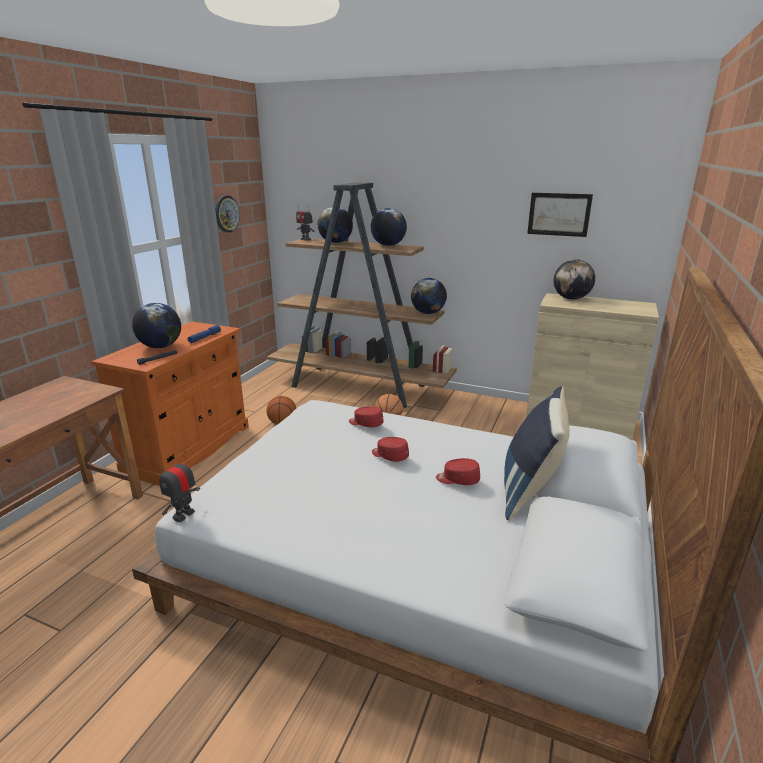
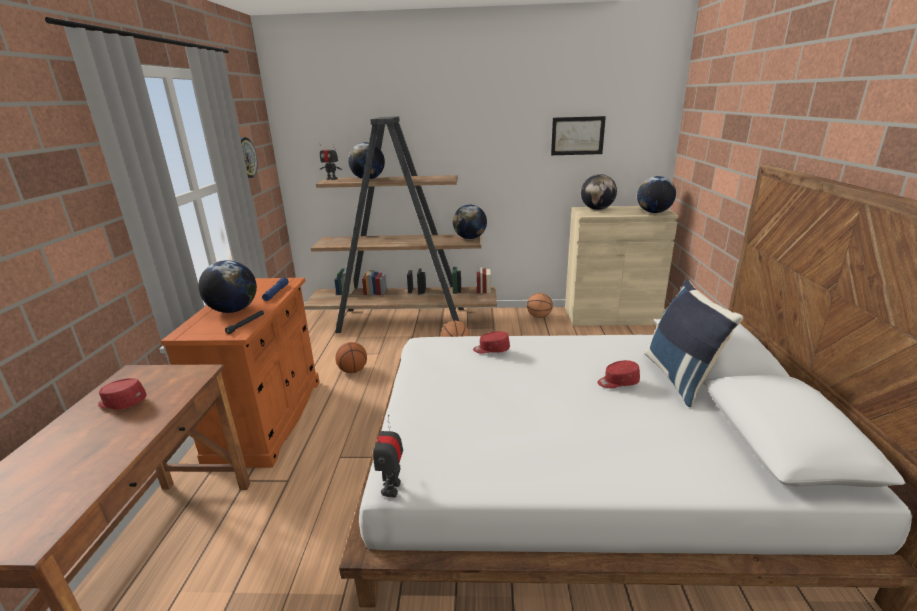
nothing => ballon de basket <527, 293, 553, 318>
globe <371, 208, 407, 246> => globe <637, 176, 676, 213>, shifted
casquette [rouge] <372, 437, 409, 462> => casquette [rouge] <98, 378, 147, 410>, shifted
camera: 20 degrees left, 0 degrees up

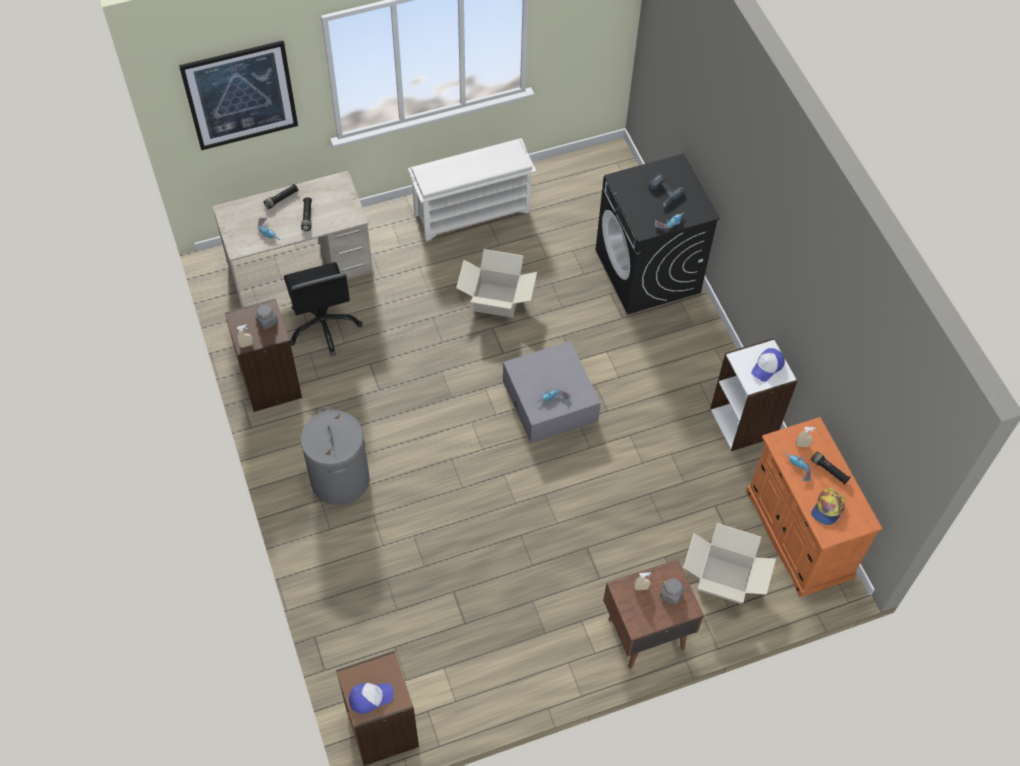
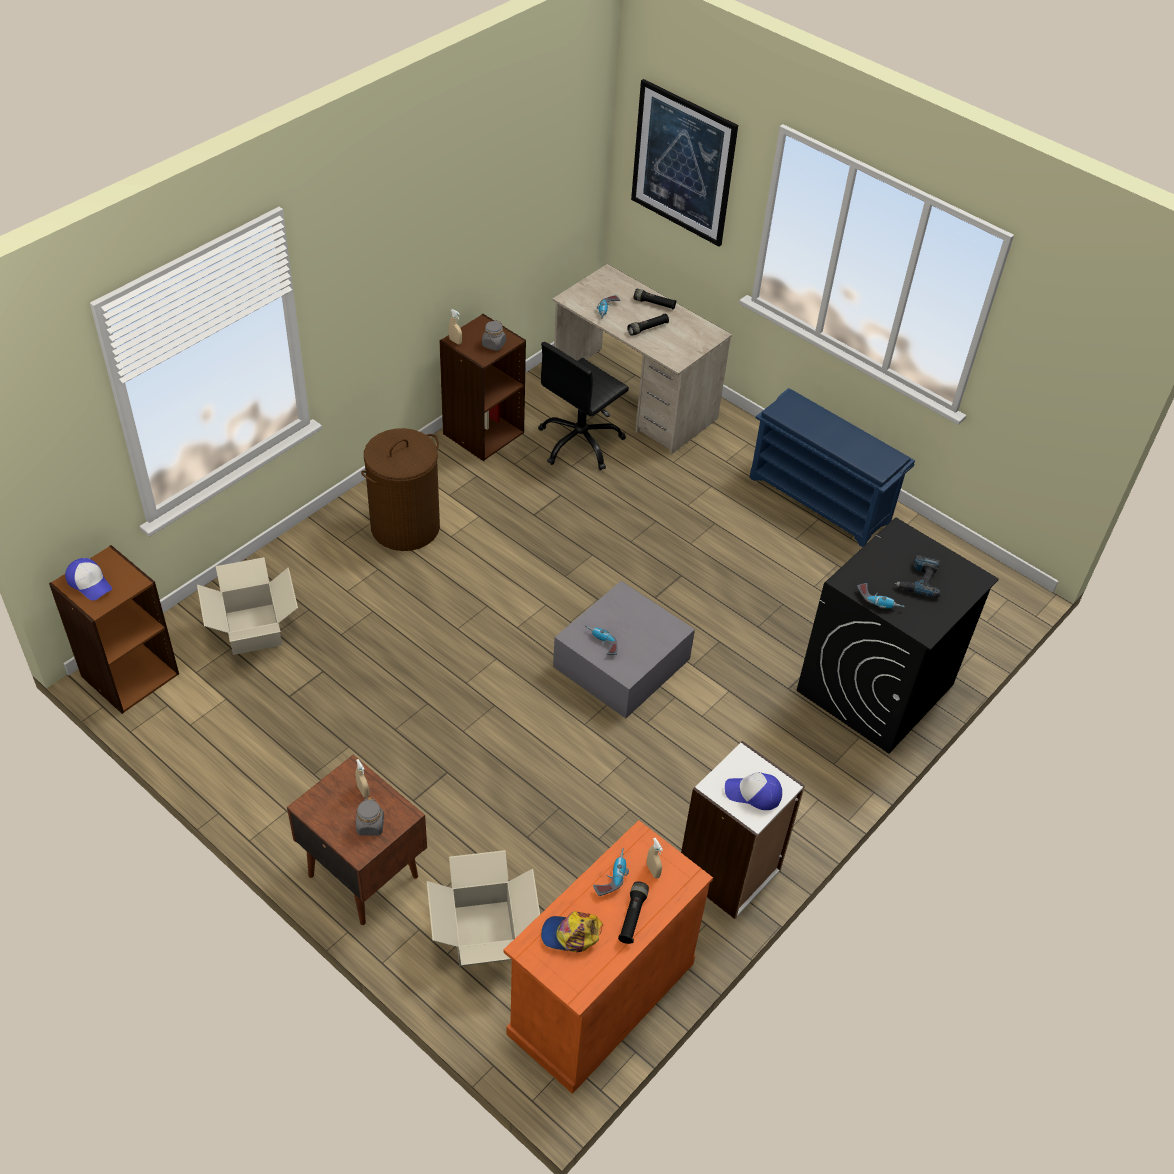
carton <456, 249, 537, 318> => carton <197, 557, 298, 655>, shifted
panier à linge [gris] <300, 406, 370, 505> => panier à linge [marron] <361, 428, 440, 551>
étagère à chaussures [blanc] <408, 138, 536, 241> => étagère à chaussures [bleu] <749, 388, 915, 547>
camera: 60 degrees right, 10 degrees down

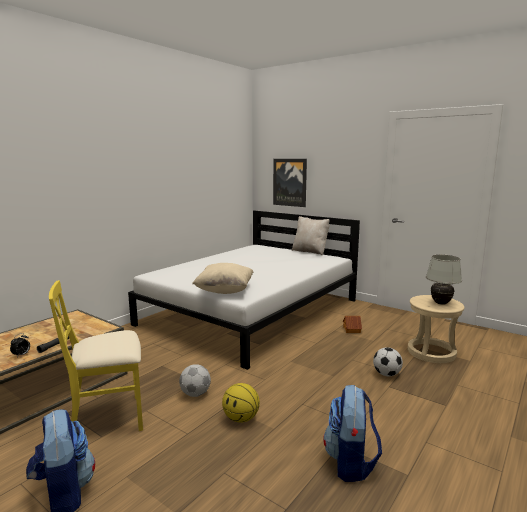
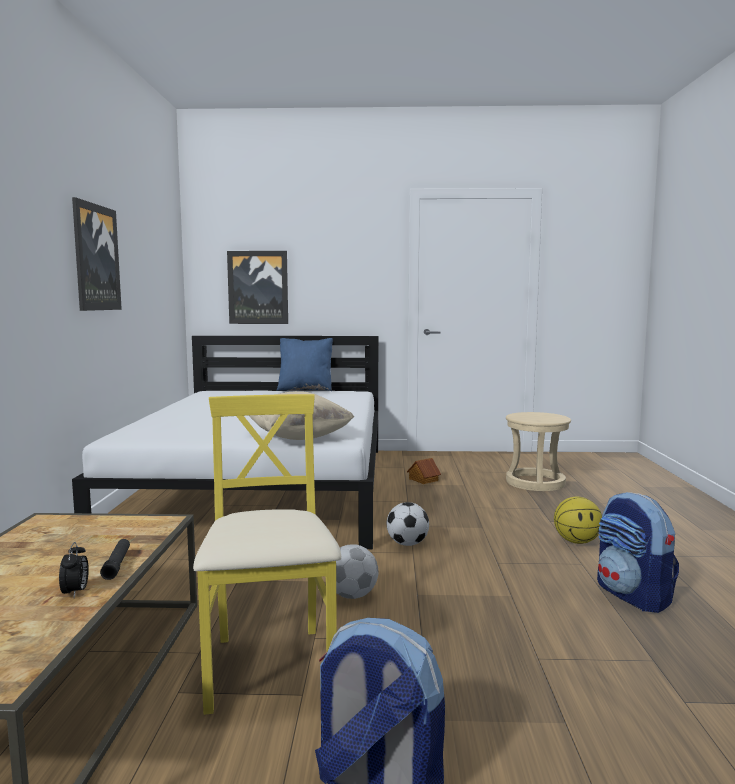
lampe de table [blanc] <426, 255, 462, 305> => nothing
nothing => tableau <72, 197, 122, 311>
ballon de basket <222, 383, 260, 423> => ballon de basket <554, 497, 602, 544>, shifted
ballon de foot <373, 347, 403, 376> => ballon de foot <387, 502, 429, 546>, shifted
coussin [beige] <292, 216, 330, 256> => coussin [bleu] <276, 338, 333, 391>
chaise [jaune] <49, 280, 143, 431> => chaise [jaune] <193, 394, 341, 715>, 135 degrees clockwise
camera: 35 degrees left, 5 degrees down

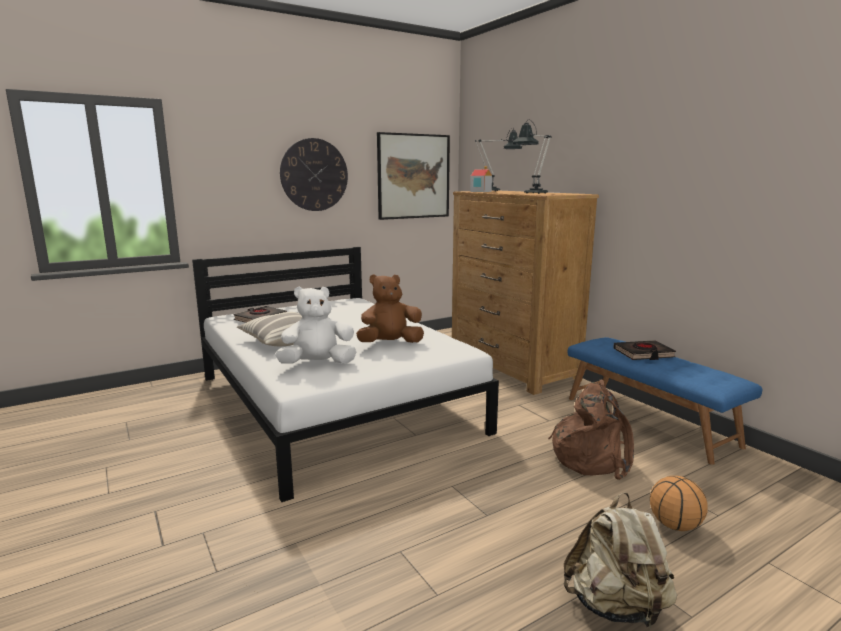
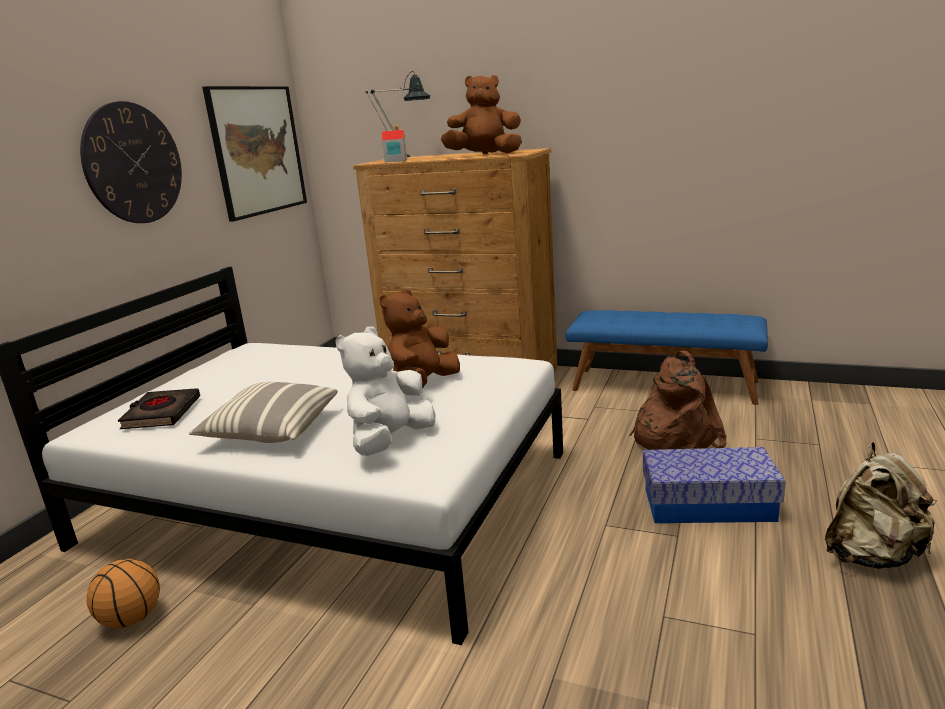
livre [noir] <613, 340, 676, 360> => nothing
nothing => boîte de rangement <643, 447, 786, 523>
ballon de basket <650, 476, 708, 531> => ballon de basket <86, 559, 160, 628>, shifted
lampe de table <513, 119, 551, 194> => peluche [marron] <441, 75, 522, 154>
camera: 35 degrees left, 5 degrees up

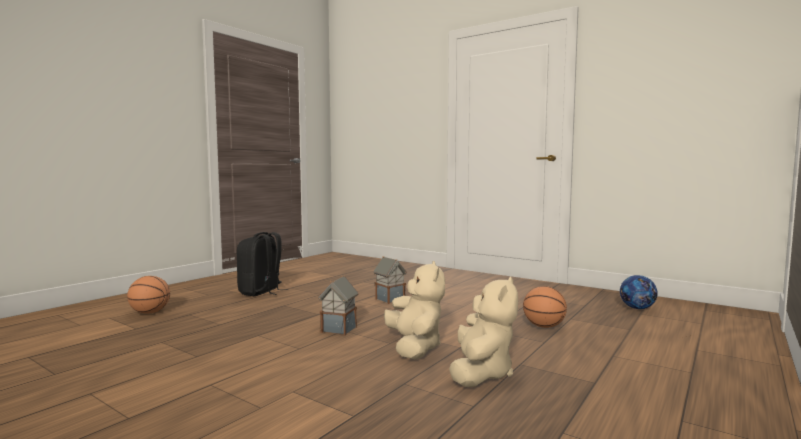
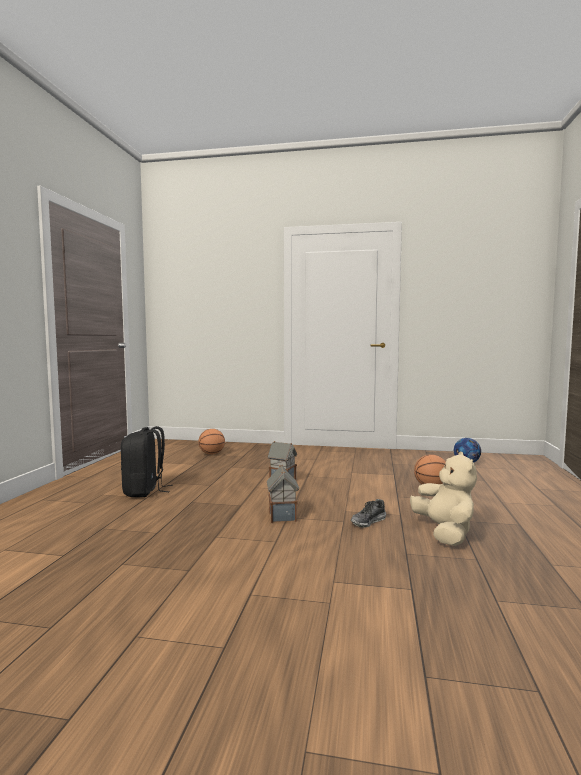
ballon de basket <127, 276, 170, 314> => ballon de basket <198, 429, 225, 455>, shifted
peluche [beige] <384, 261, 445, 359> => chaussure <351, 499, 386, 528>
camera: 25 degrees left, 0 degrees up

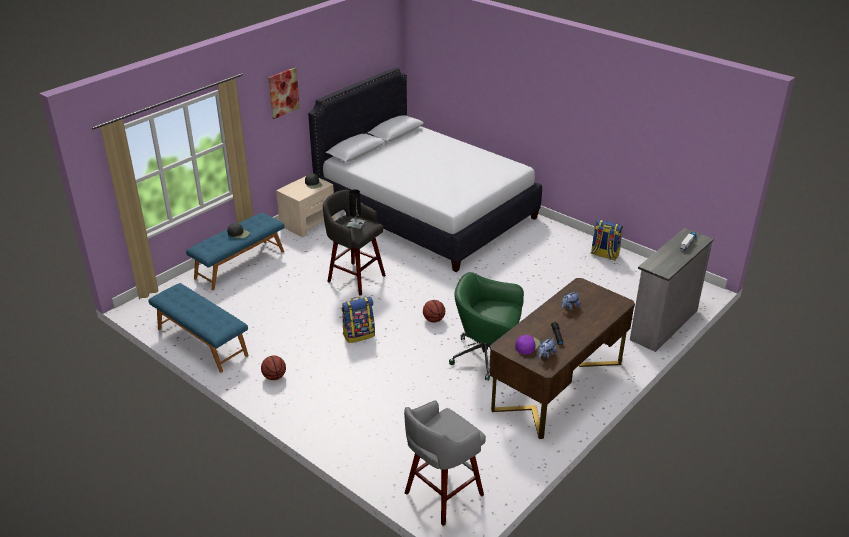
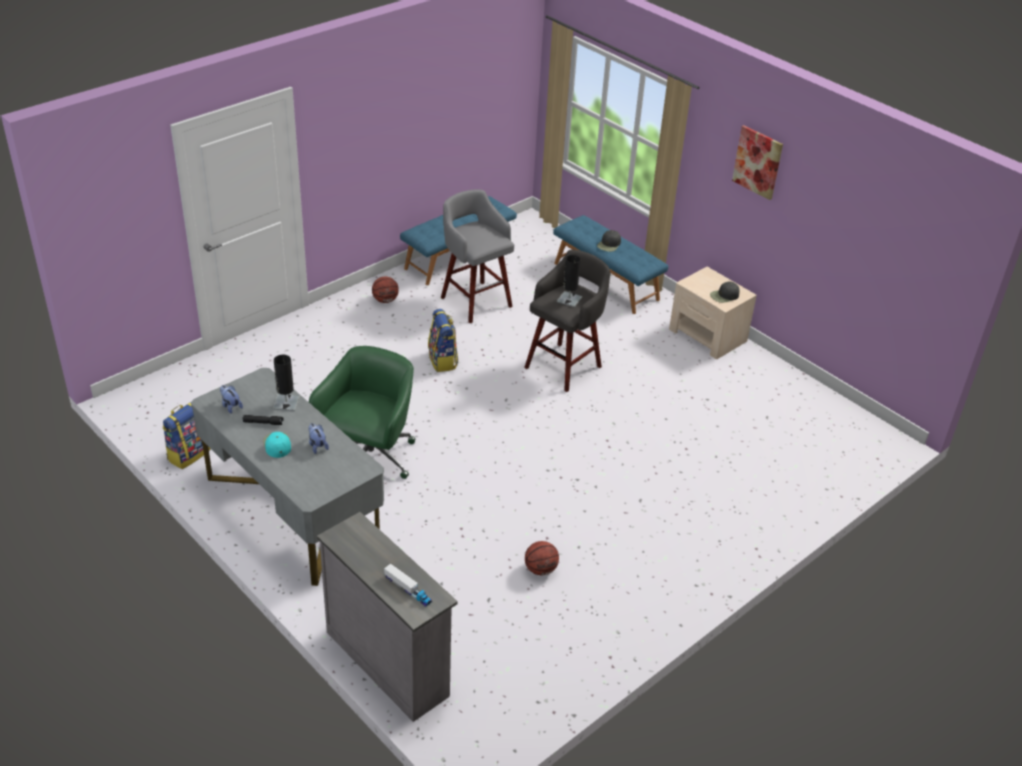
lit [blanc] <308, 67, 542, 272> => nothing
casquette [violet] <515, 335, 540, 354> => nothing
nothing => casquette [turquoise] <263, 432, 291, 458>
nothing => lampe de table [noir] <273, 355, 300, 411>
tabouret [gris] <404, 400, 486, 526> => tabouret [gris] <441, 189, 514, 323>, shifted
ballon de basket <423, 300, 445, 323> => ballon de basket <525, 541, 559, 575>, shifted
sac à dos <591, 219, 623, 260> => sac à dos <162, 402, 210, 469>, shifted
bureau [marron] <489, 278, 635, 439> => bureau [gris] <191, 368, 384, 586>
camera: 95 degrees right, 5 degrees up

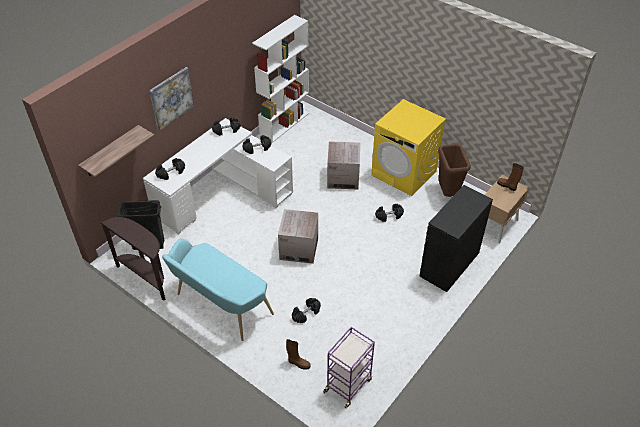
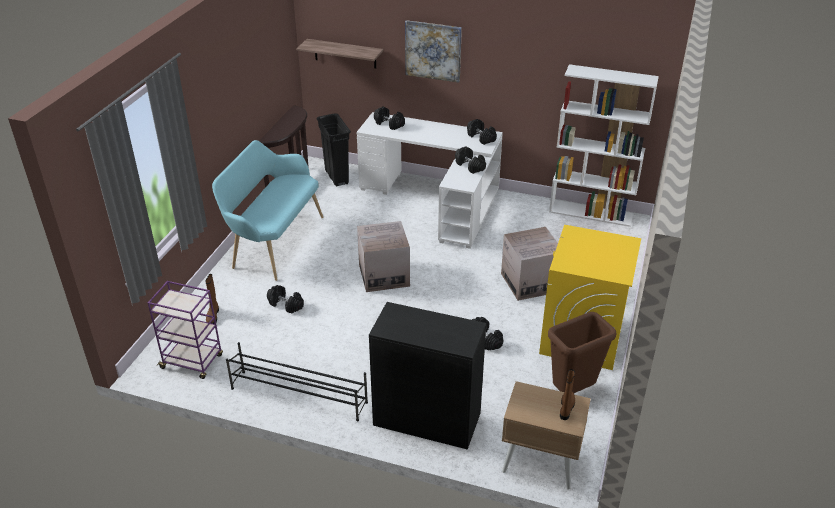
nothing => étagère à chaussures [noir] <226, 342, 368, 421>
camera: 70 degrees right, 10 degrees down

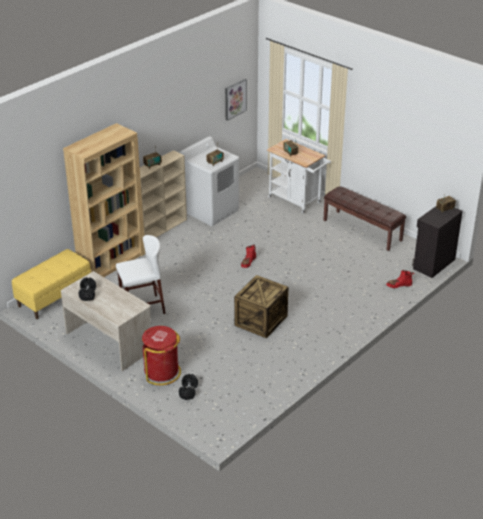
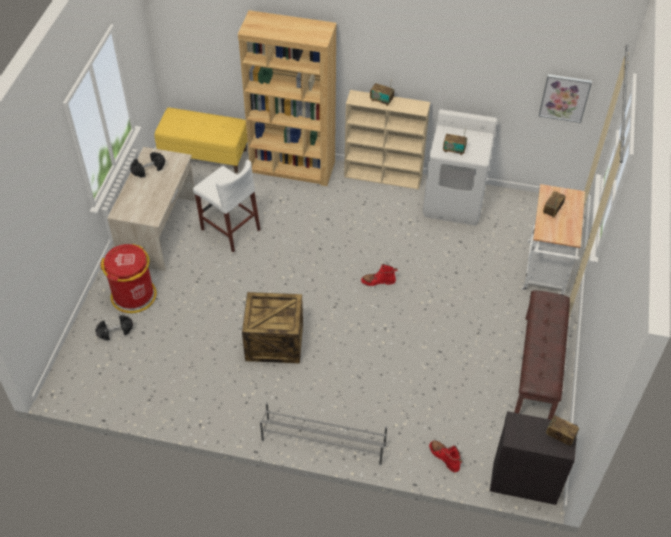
nothing => étagère à chaussures [gris] <260, 402, 387, 465>
camera: 60 degrees right, 15 degrees up

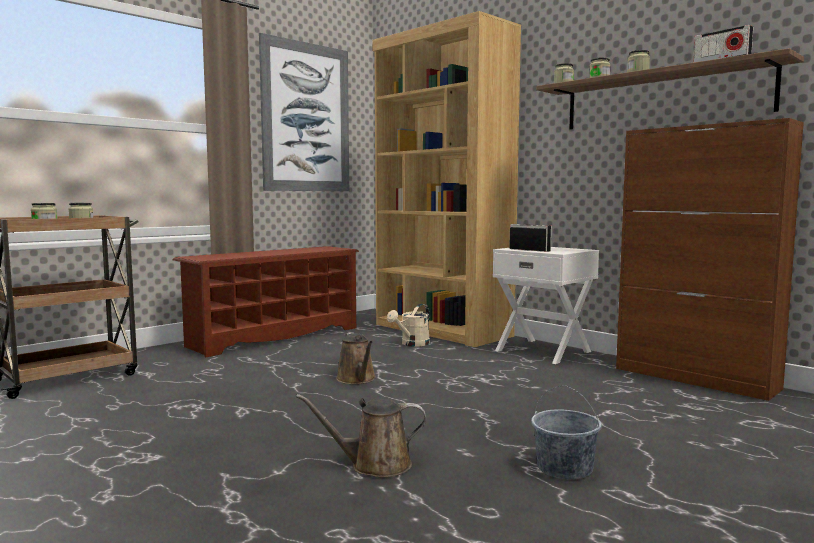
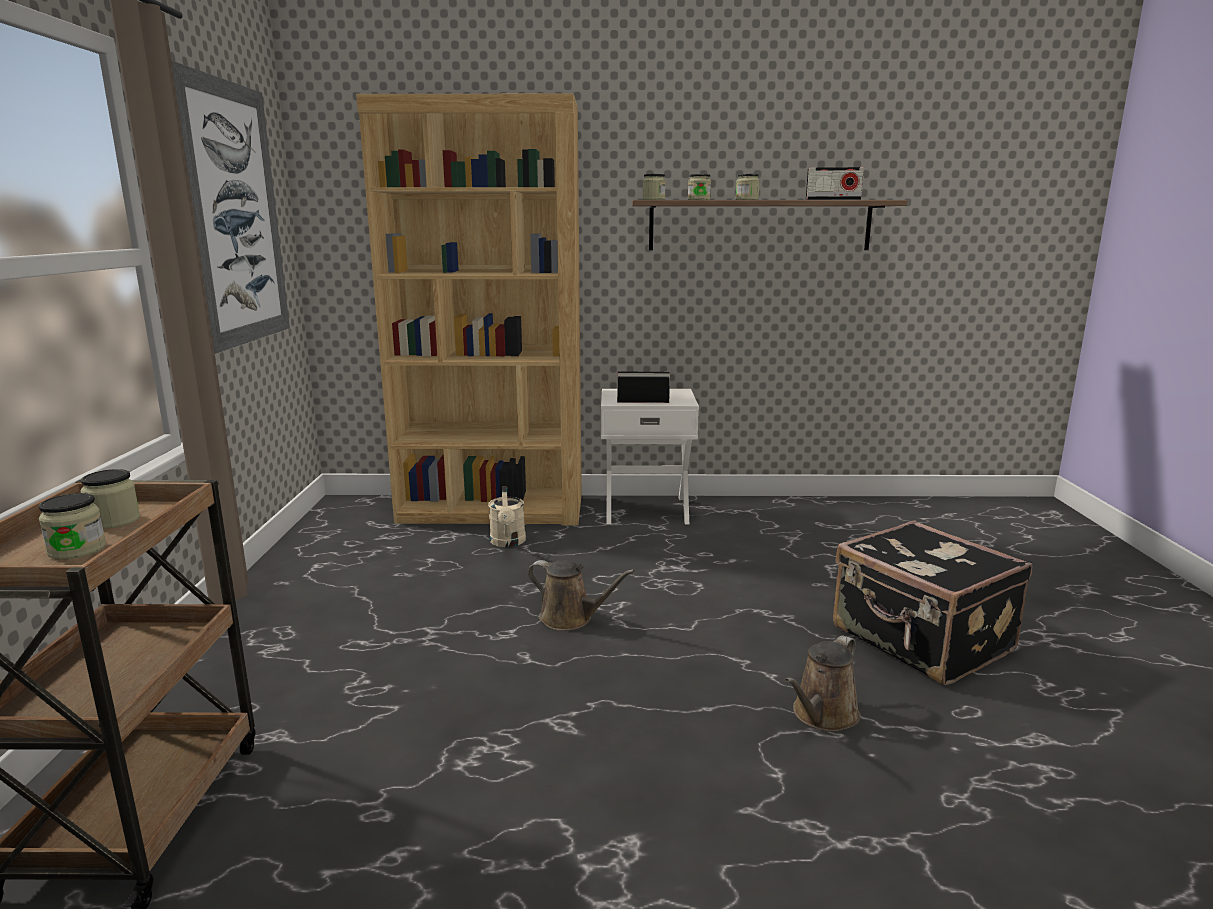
étagère à chaussures [marron] <172, 246, 359, 357> => nothing
meuble de rangement [marron] <616, 118, 804, 401> => nothing
seau [gris] <531, 386, 602, 480> => valise [noir] <833, 521, 1032, 685>
camera: 45 degrees left, 10 degrees up

